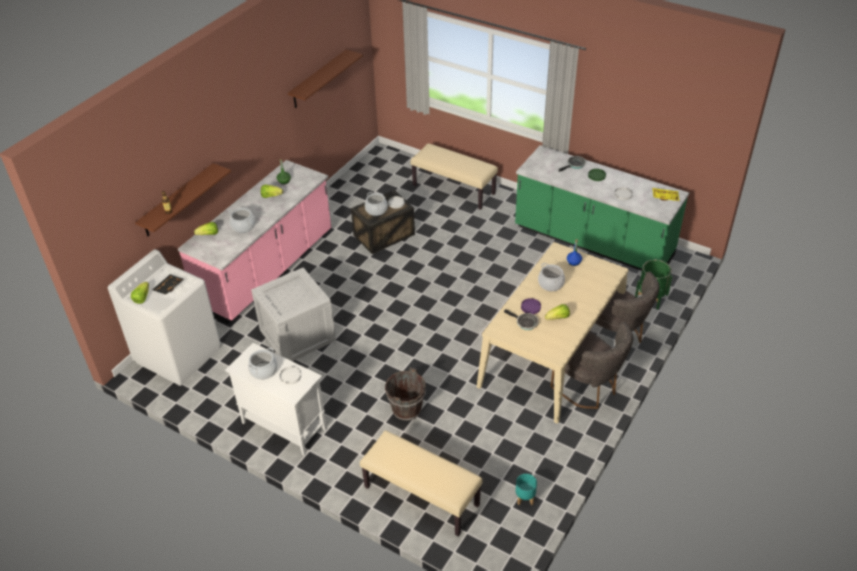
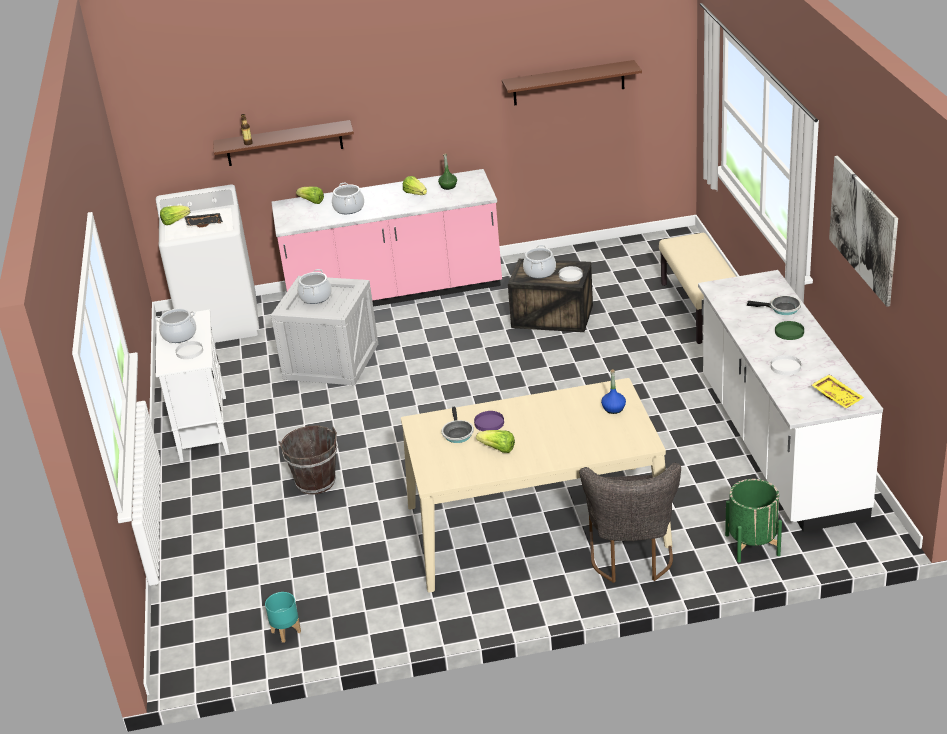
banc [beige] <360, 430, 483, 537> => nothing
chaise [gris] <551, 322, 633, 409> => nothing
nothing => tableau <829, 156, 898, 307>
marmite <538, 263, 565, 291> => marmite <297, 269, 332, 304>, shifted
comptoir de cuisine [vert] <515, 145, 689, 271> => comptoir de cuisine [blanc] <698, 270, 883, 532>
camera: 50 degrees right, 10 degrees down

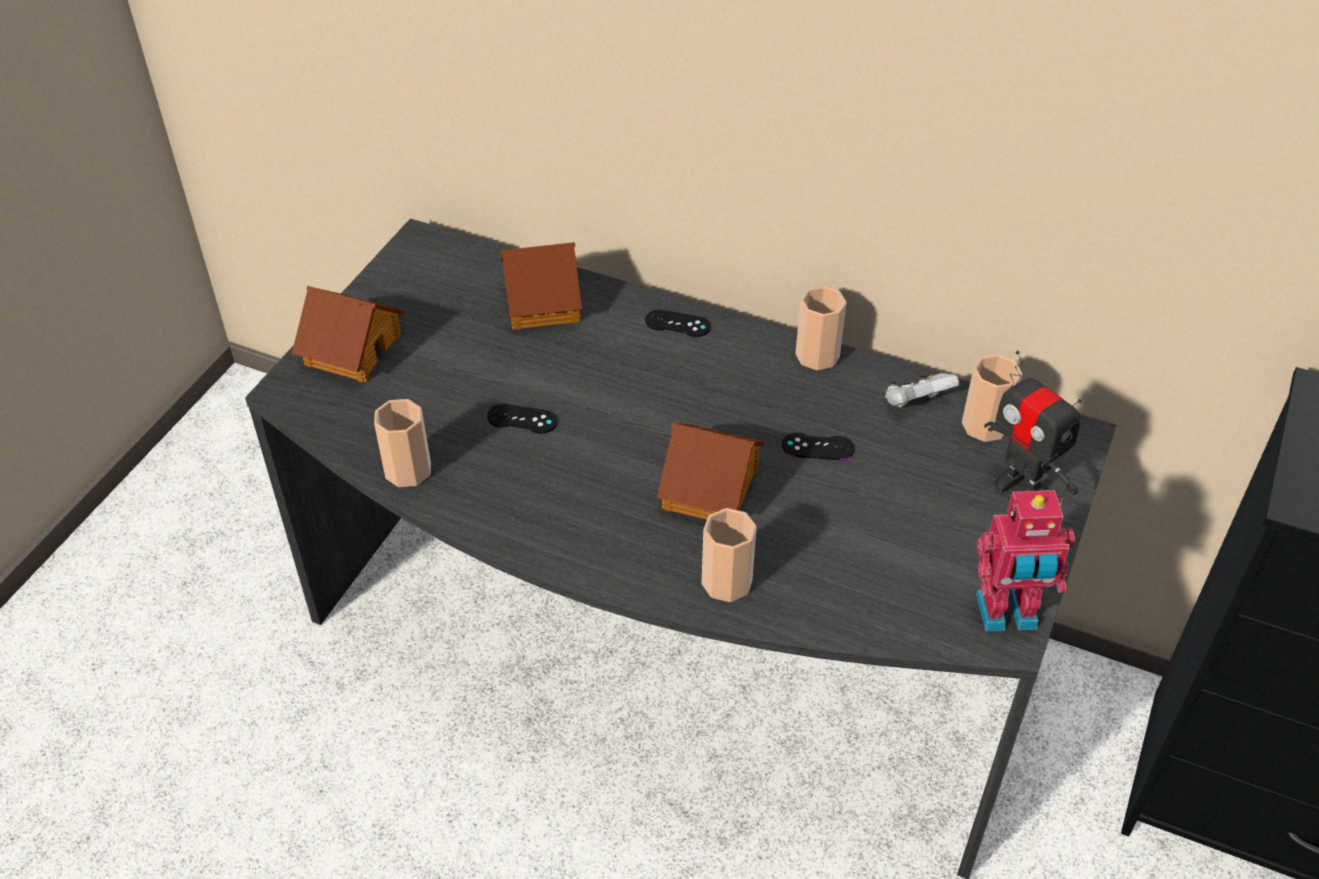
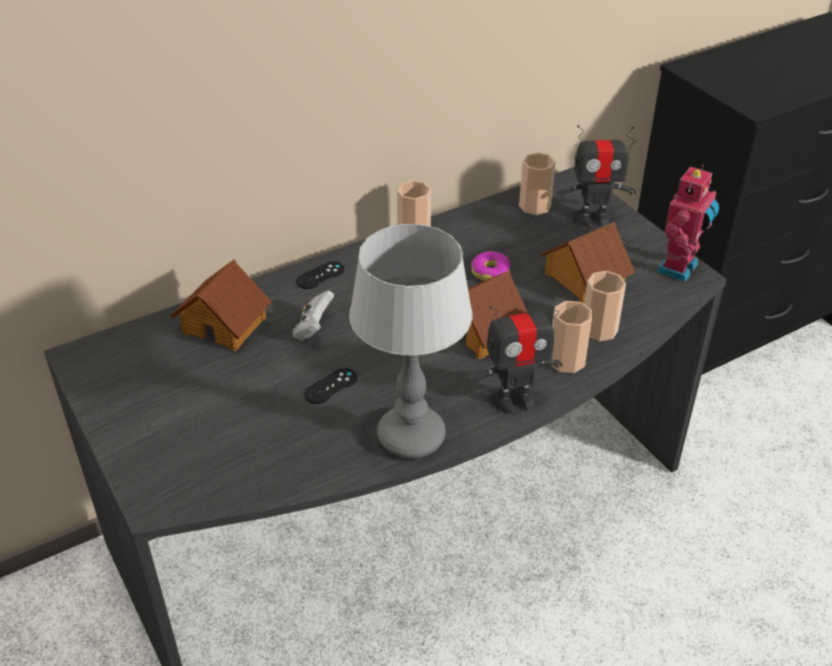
nothing => lampe de table <349, 224, 472, 459>
nothing => robot jouet <469, 297, 563, 414>
maison miniature <292, 286, 404, 382> => maison miniature <541, 222, 635, 303>, shifted
tasse <374, 399, 431, 487> => tasse <584, 271, 626, 341>, shifted
manette [blanc] <885, 373, 959, 408> => manette [blanc] <291, 291, 334, 340>, shifted
manette [noir] <782, 433, 855, 460> => beignet <471, 251, 511, 281>
camera: 55 degrees left, 5 degrees down

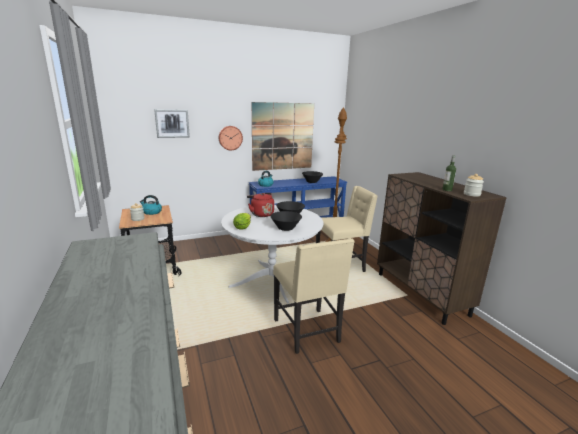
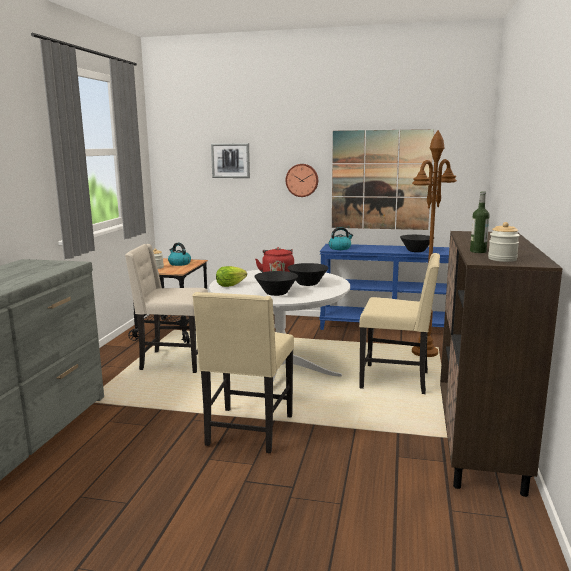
nothing => chaise [beige] <125, 244, 208, 373>
camera: 35 degrees right, 5 degrees down

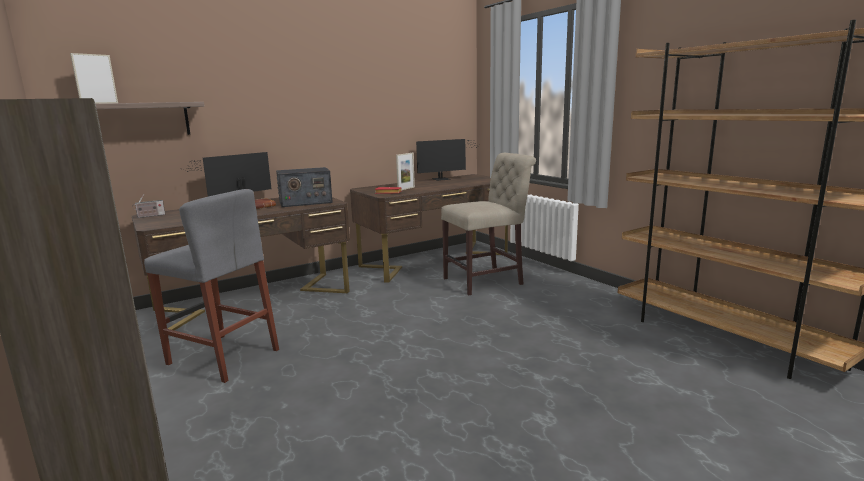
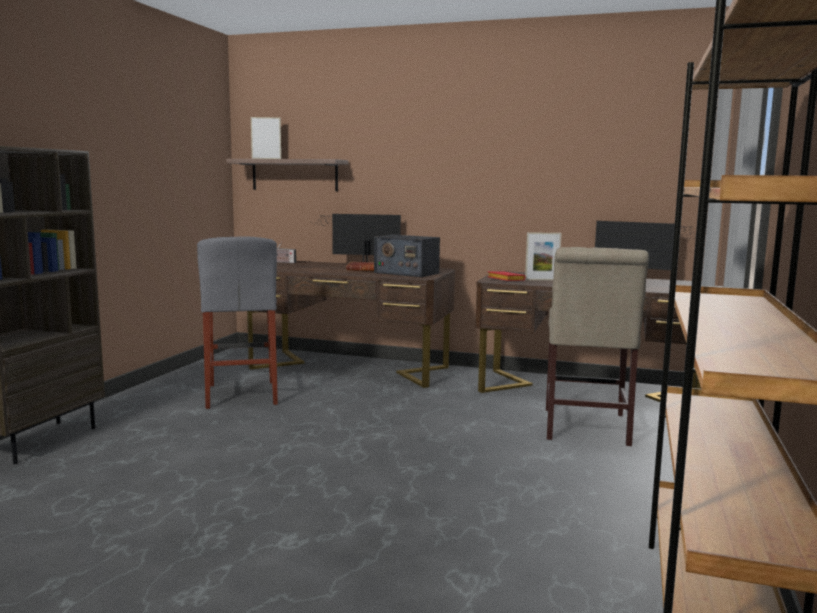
chaise [beige] <441, 153, 536, 295> => chaise [beige] <546, 247, 649, 446>, 75 degrees clockwise
camera: 50 degrees right, 5 degrees down

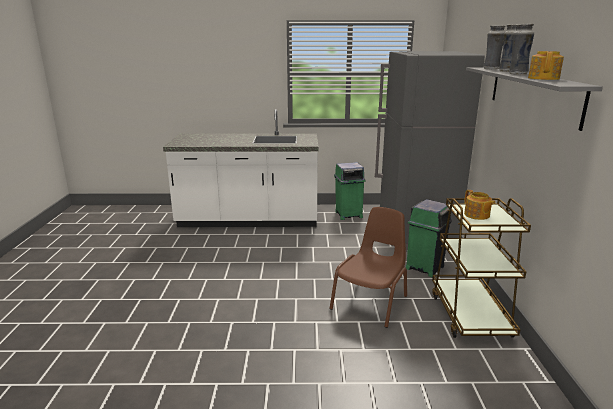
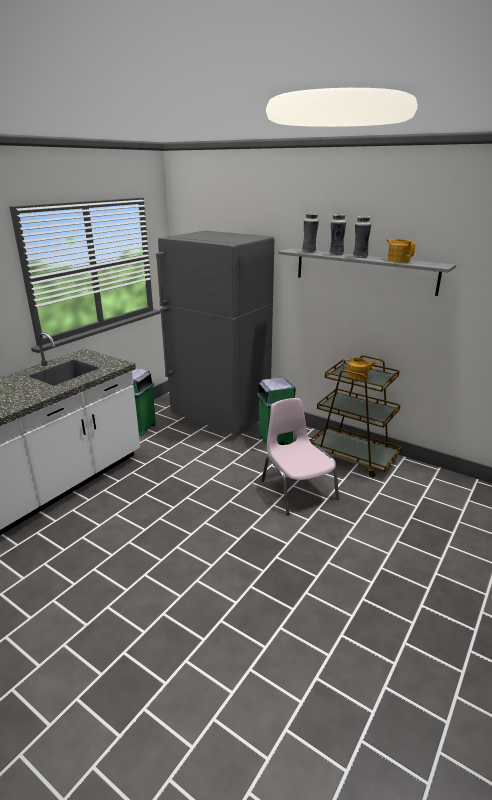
chaise [marron] <329, 207, 407, 328> => chaise [rose] <261, 398, 339, 515>
camera: 55 degrees left, 5 degrees up

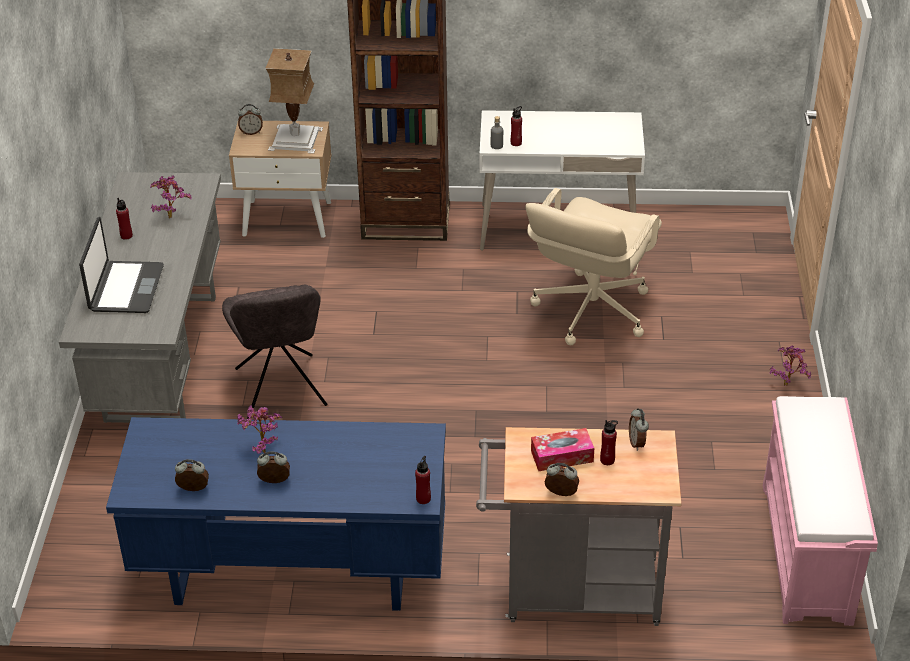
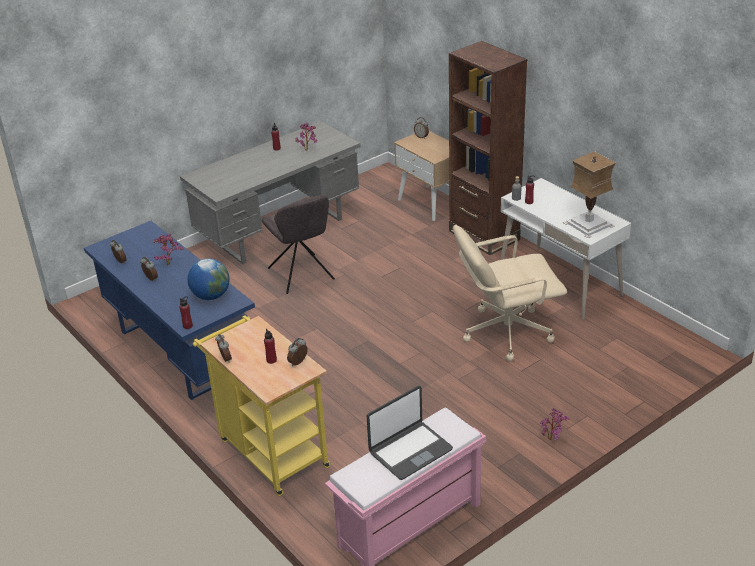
boîte à mouchoirs <531, 428, 594, 471> => nothing
nothing => globe <187, 258, 230, 300>
ordinateur portable <79, 217, 164, 313> => ordinateur portable <367, 386, 453, 480>, shifted
lampe de table <265, 48, 323, 154> => lampe de table <563, 151, 616, 238>, shifted
chariot [gris] <476, 427, 681, 626> => chariot [jaune] <193, 315, 331, 496>
chaise [gris] <222, 285, 327, 419> => chaise [gris] <261, 195, 335, 294>, 60 degrees counterclockwise
camera: 50 degrees right, 5 degrees down

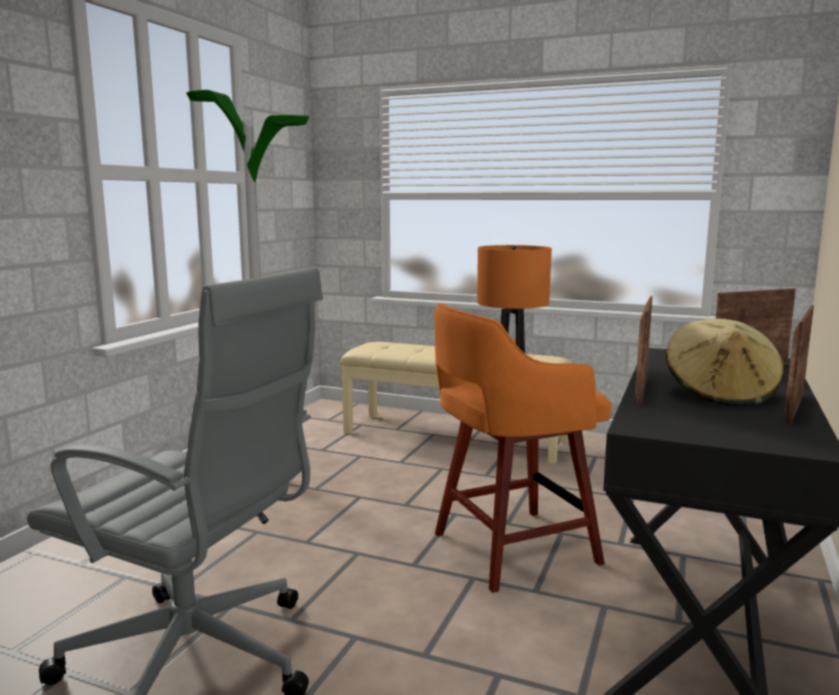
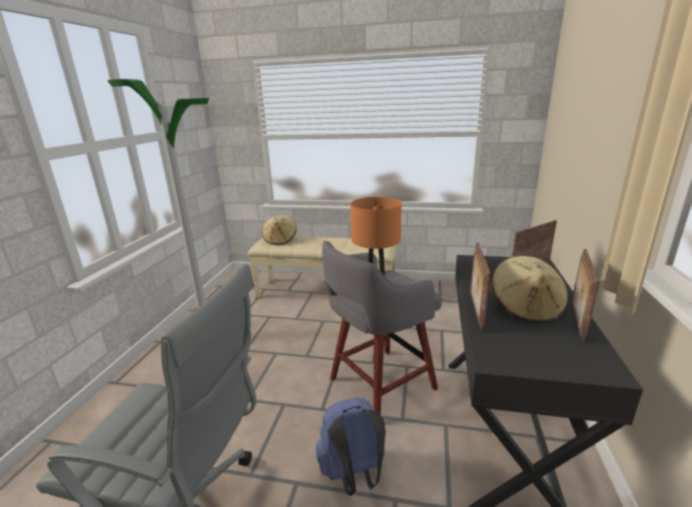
nothing => chapeau [beige] <261, 215, 297, 245>
nothing => sac à dos [bleu] <316, 398, 386, 496>
tabouret [orange] <434, 303, 611, 593> => tabouret [gris] <322, 241, 442, 416>
camera: 10 degrees left, 10 degrees up

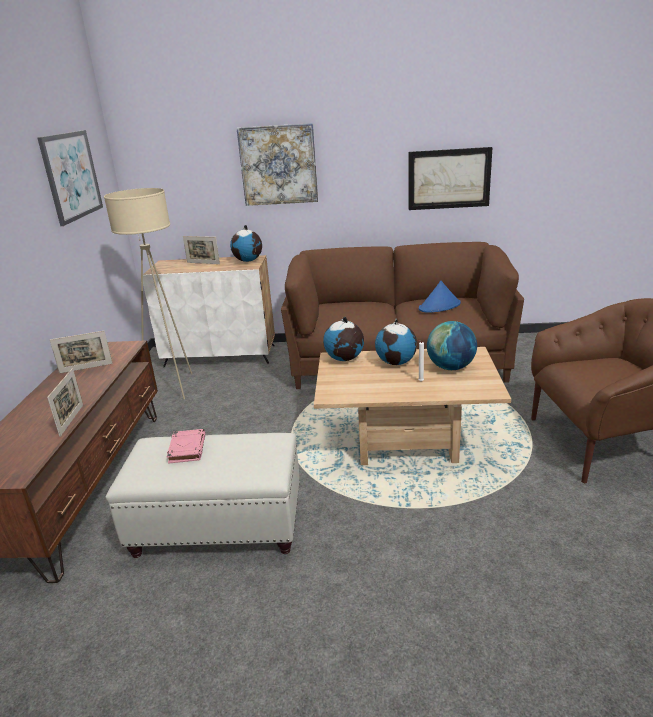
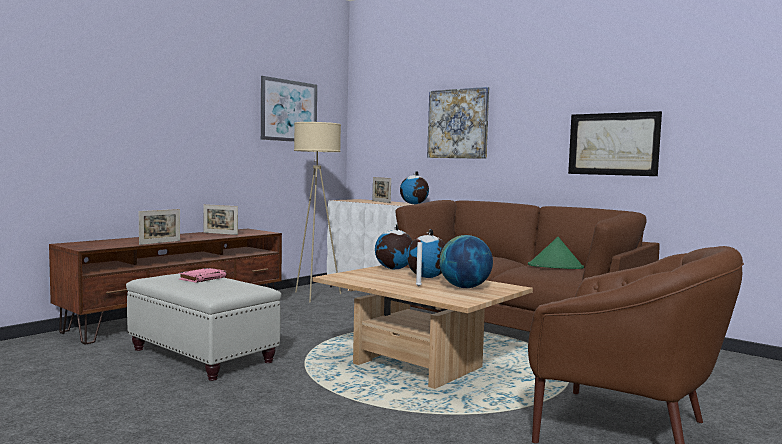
chapeau [bleu] <419, 281, 461, 313> => chapeau [vert] <528, 237, 584, 269>
camera: 35 degrees right, 20 degrees down

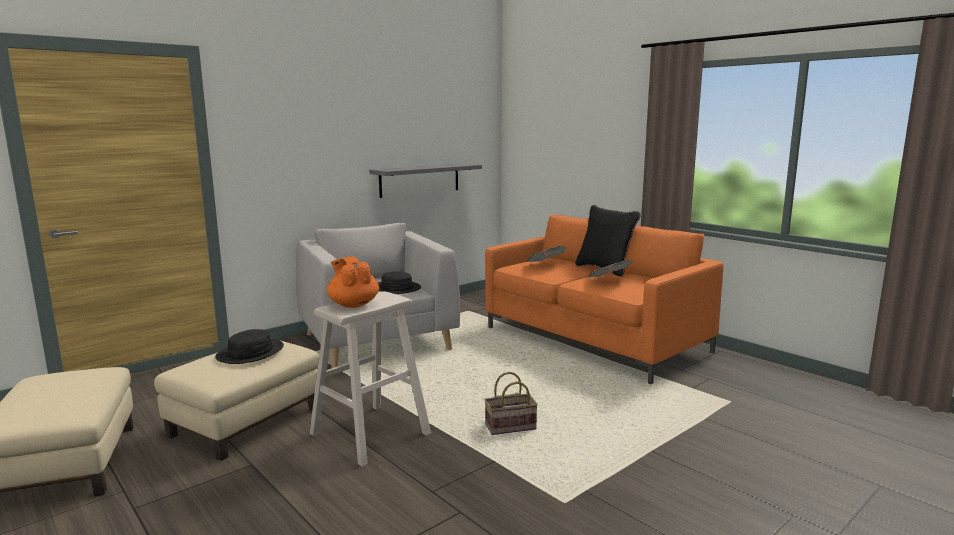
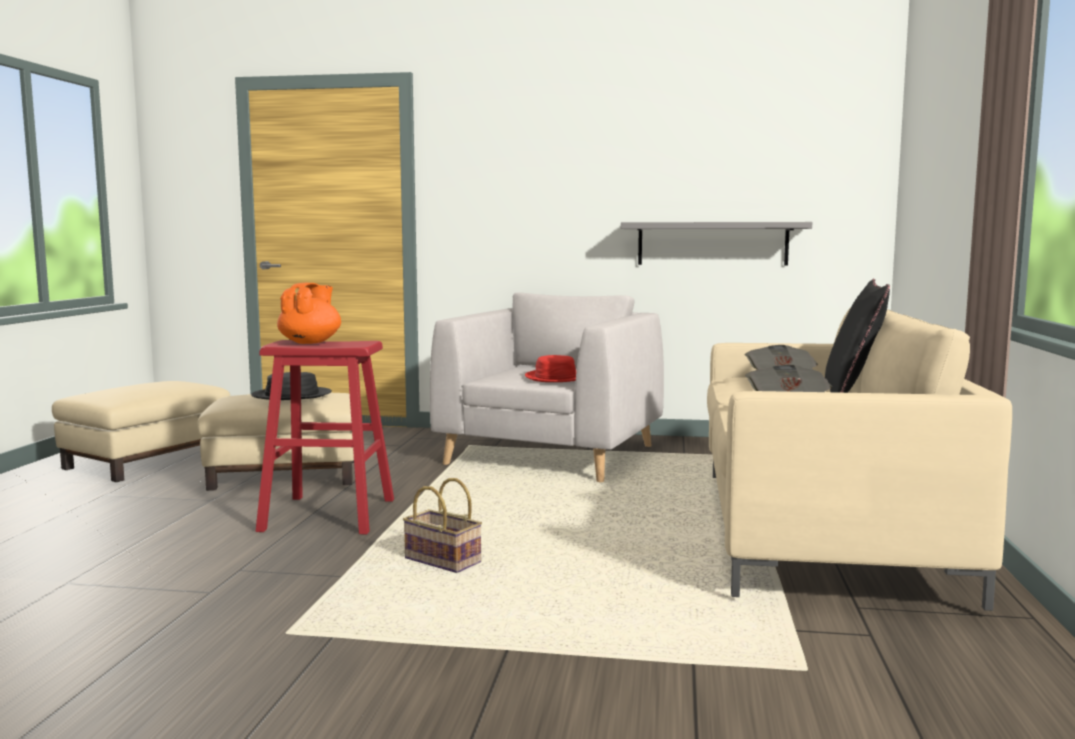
tabouret [beige] <310, 291, 431, 467> => tabouret [rouge] <256, 340, 394, 534>
chapeau [noir] <378, 271, 421, 294> => chapeau [rouge] <525, 355, 576, 382>
canapé [orange] <485, 215, 723, 384> => canapé [beige] <707, 307, 1012, 611>
camera: 50 degrees right, 5 degrees down

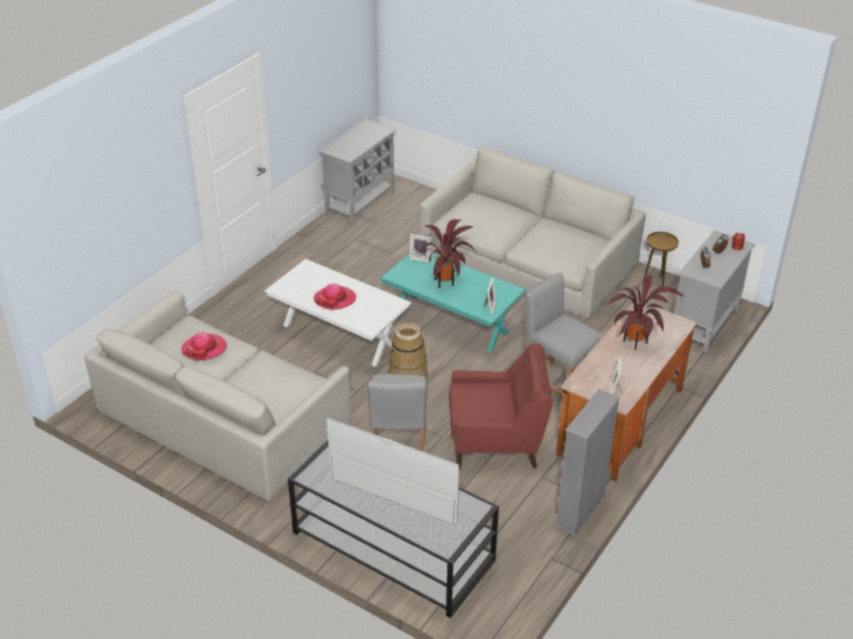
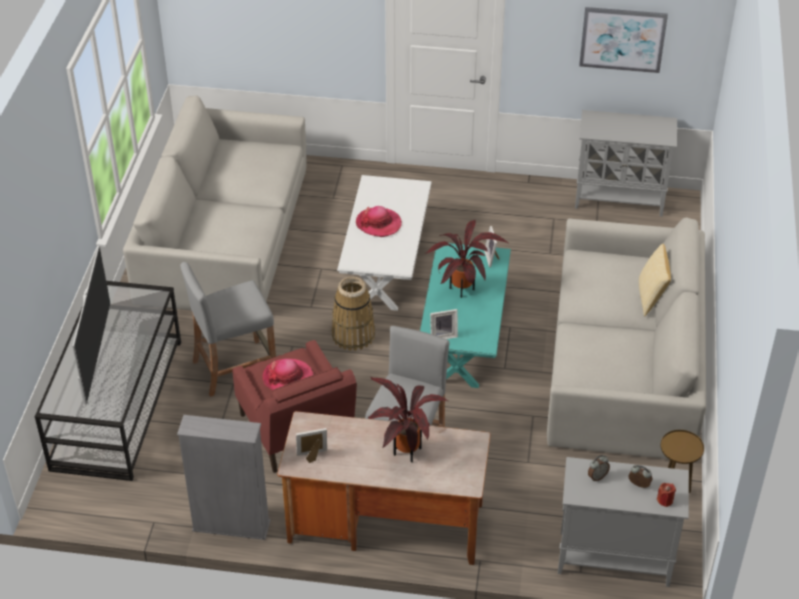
nothing => tableau <579, 7, 668, 73>
nothing => coussin <639, 244, 671, 316>
chapeau <182, 332, 227, 361> => chapeau <262, 358, 314, 390>, shifted
camera: 65 degrees right, 5 degrees up

